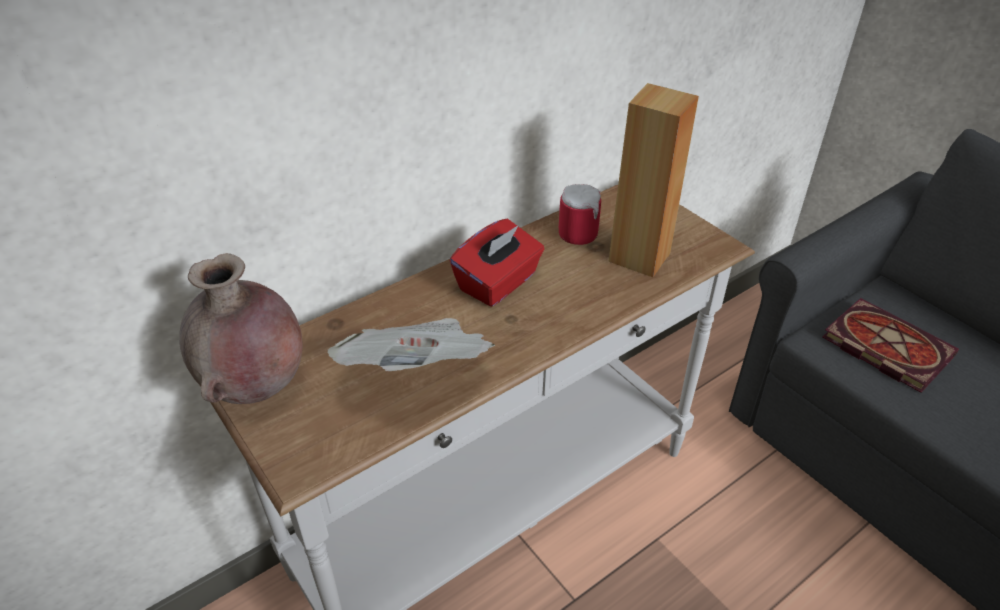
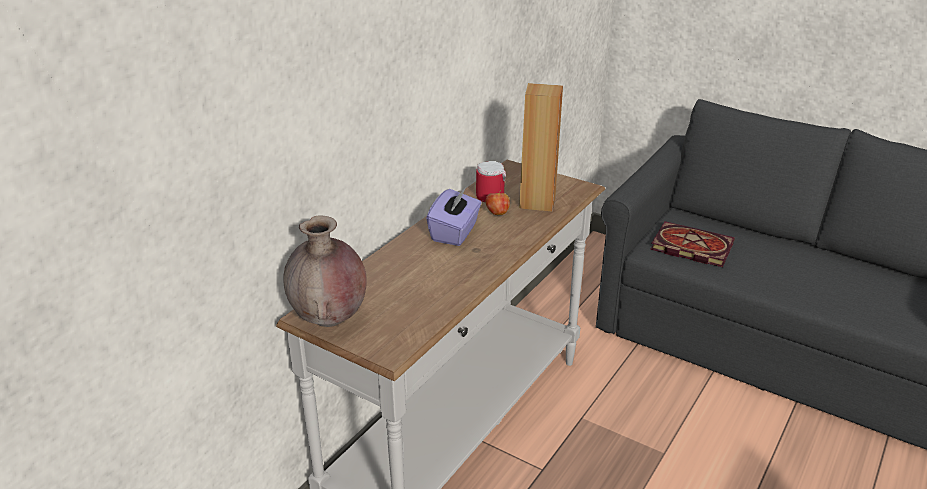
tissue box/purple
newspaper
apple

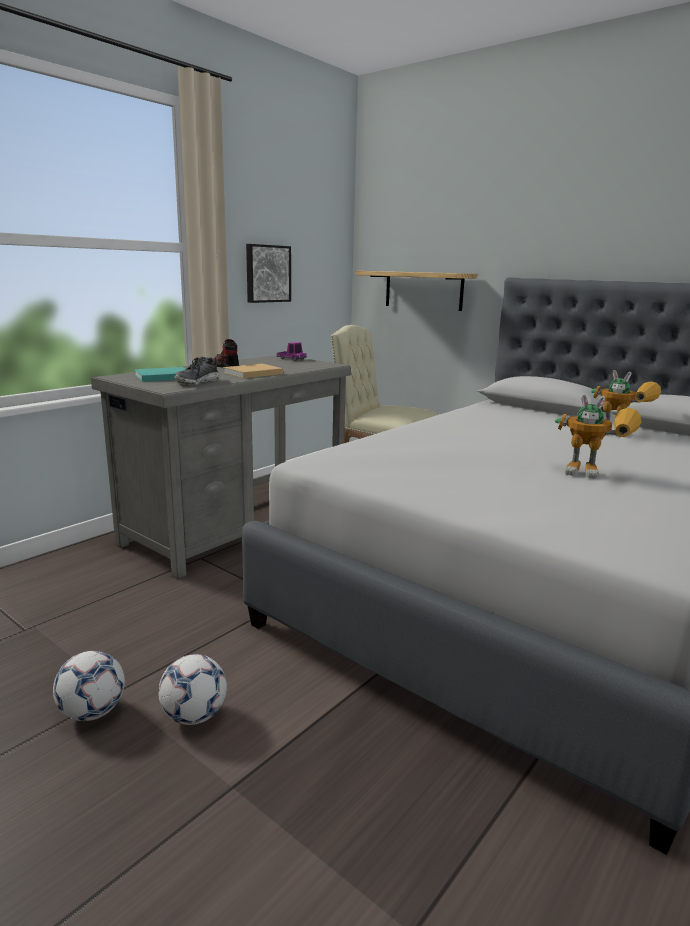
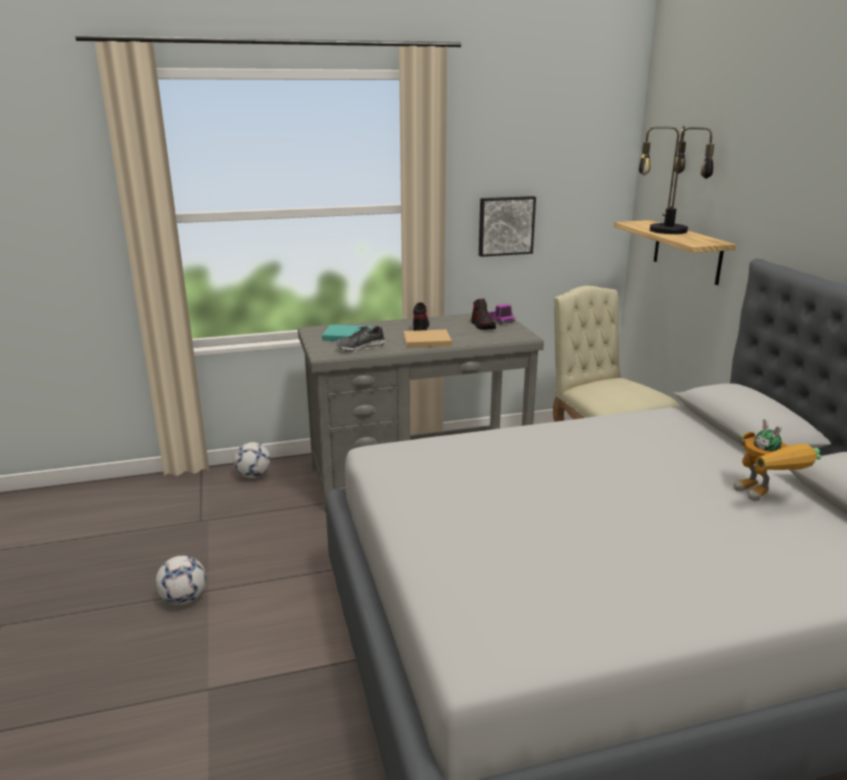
toy robot (1st from left in the first image)
football (2nd from left)
table lamp
shoe (3rd from left)

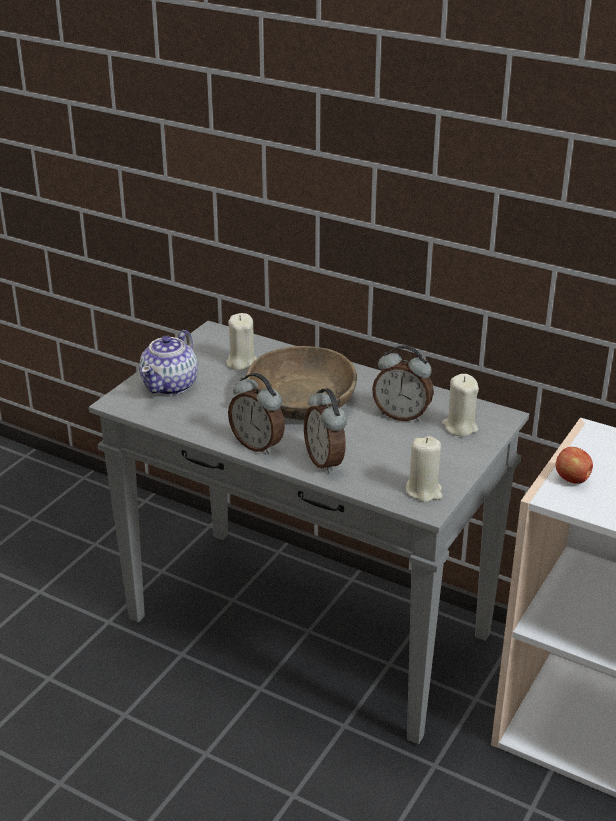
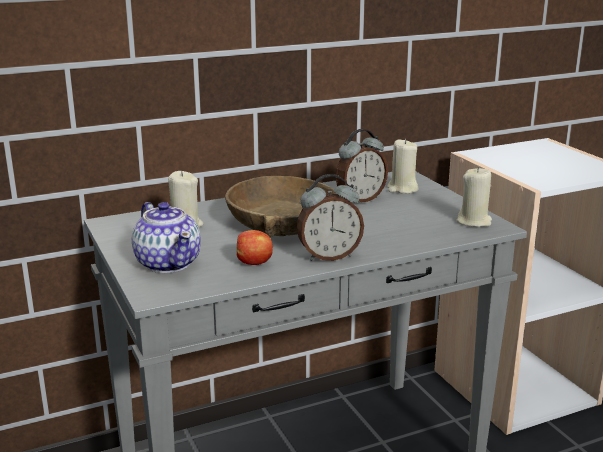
alarm clock (2nd from left in the first image)
apple

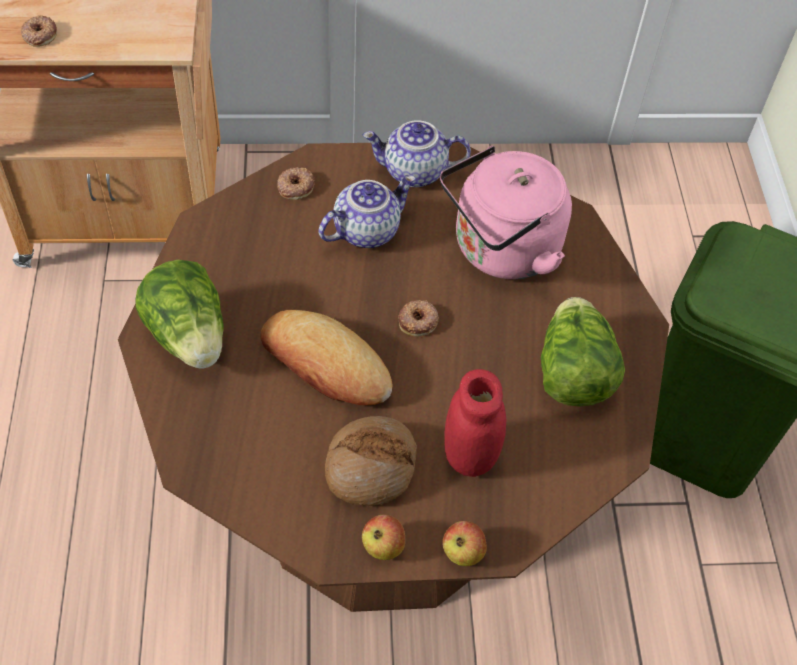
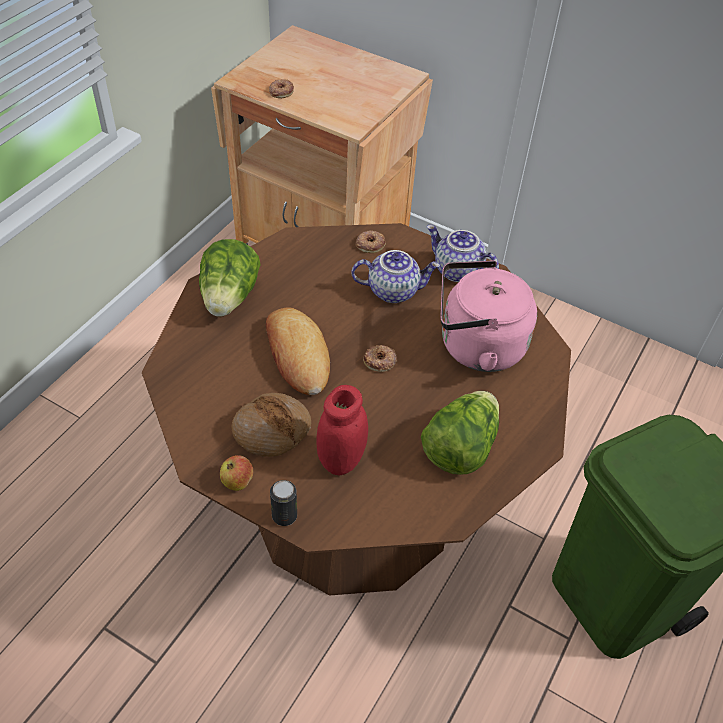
can

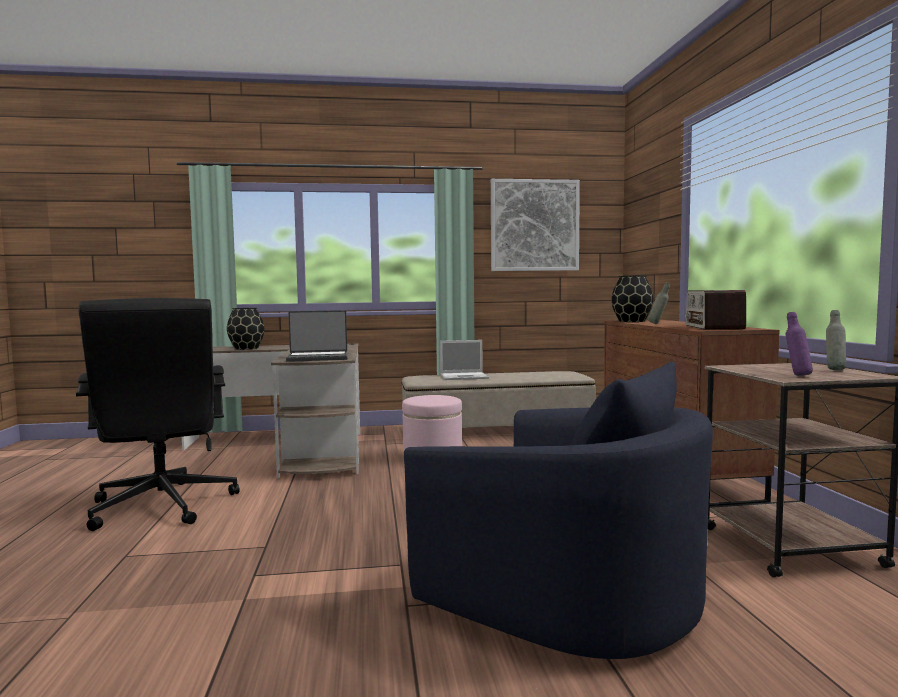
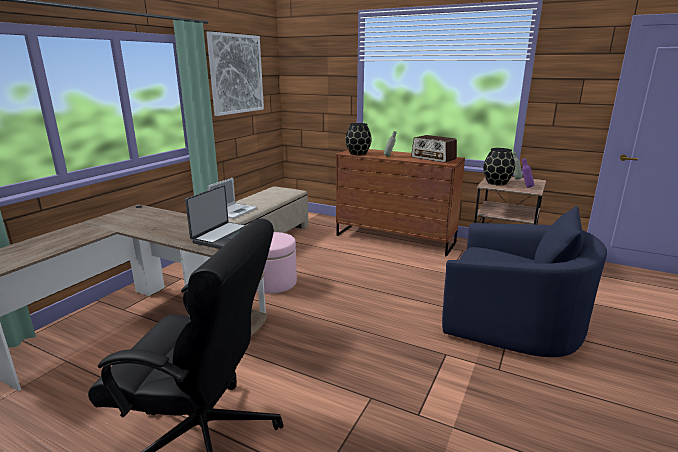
vase/black (2nd from left)
armchair/blue

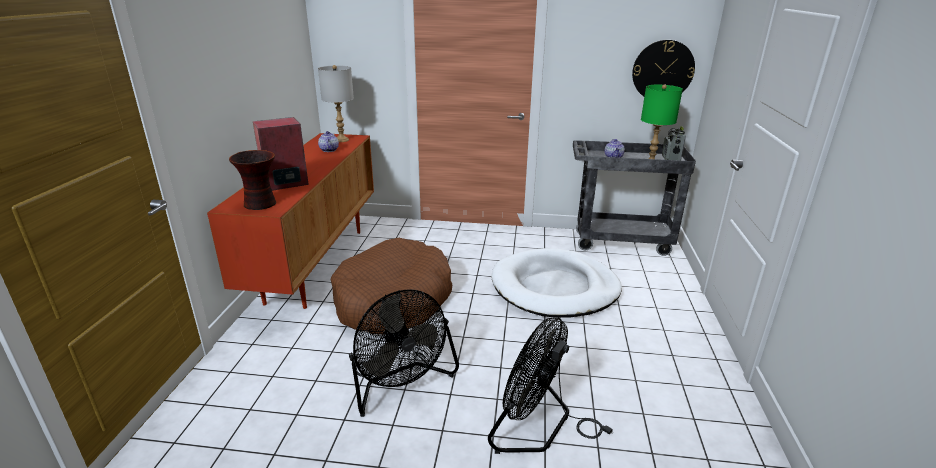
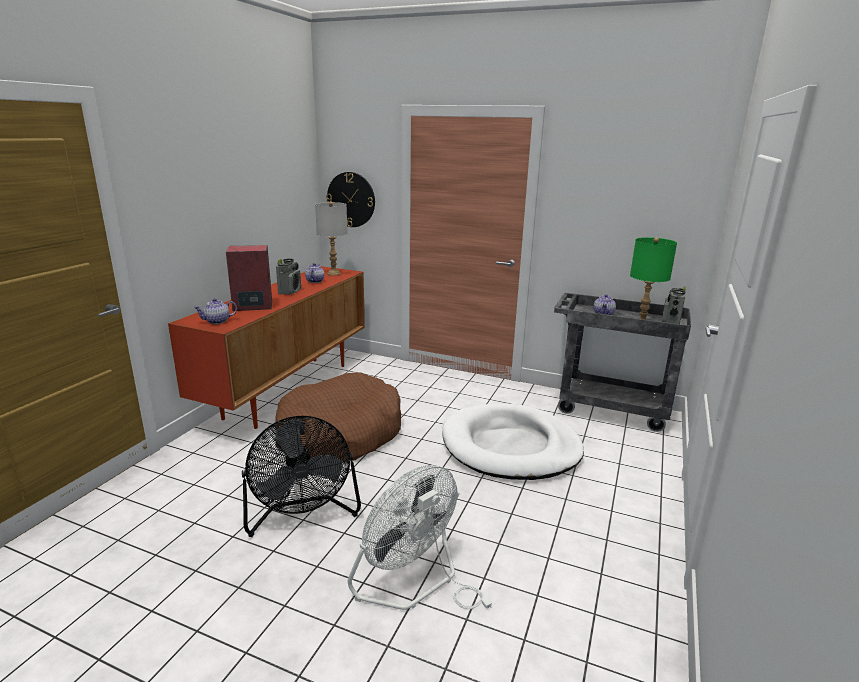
wall clock
teapot (1st from left)
fan/white
radio (1st from left)

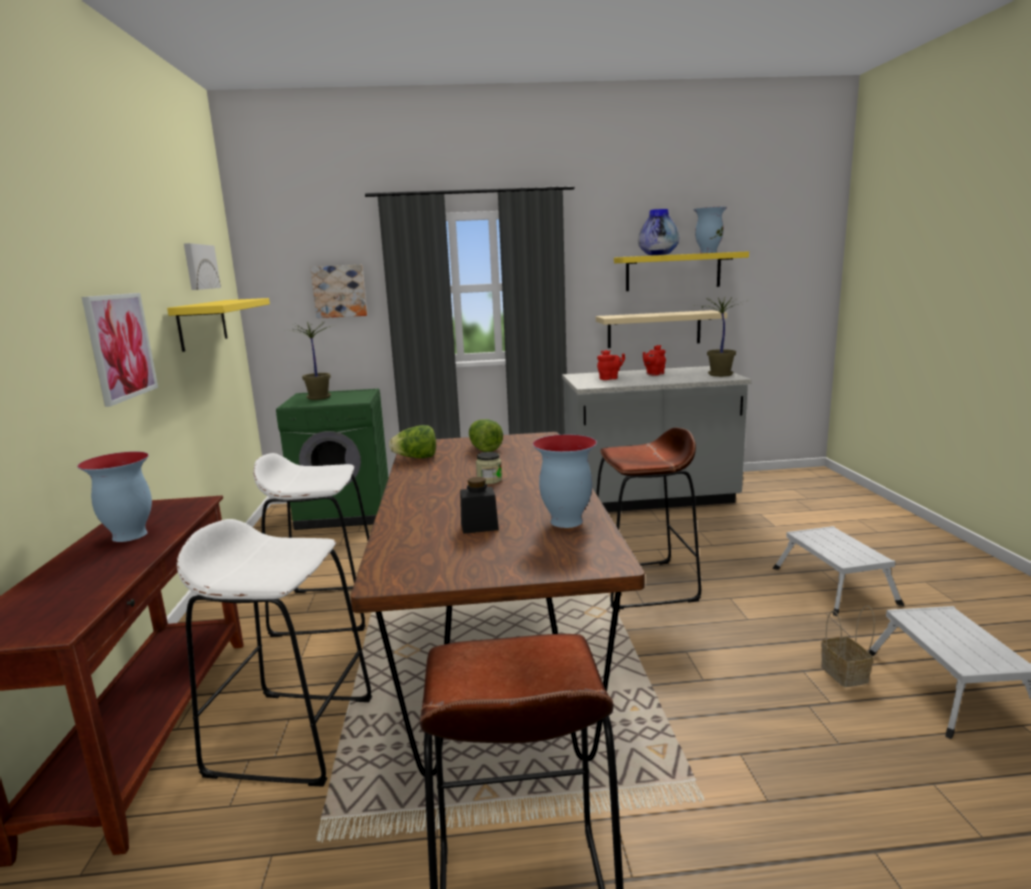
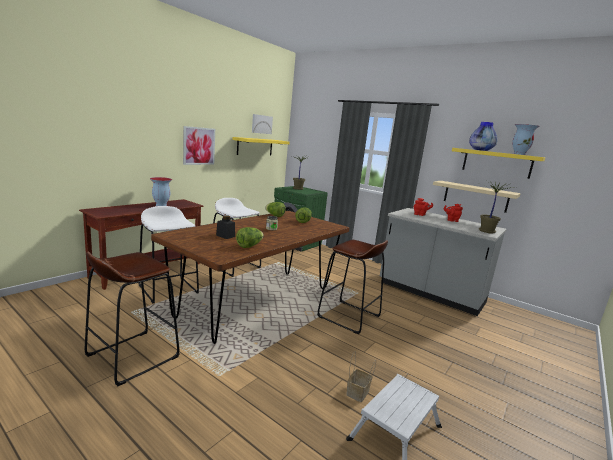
picture (3rd from left in the first image)
lettuce (1st from left)
step ladder/white (1st from left in the first image)

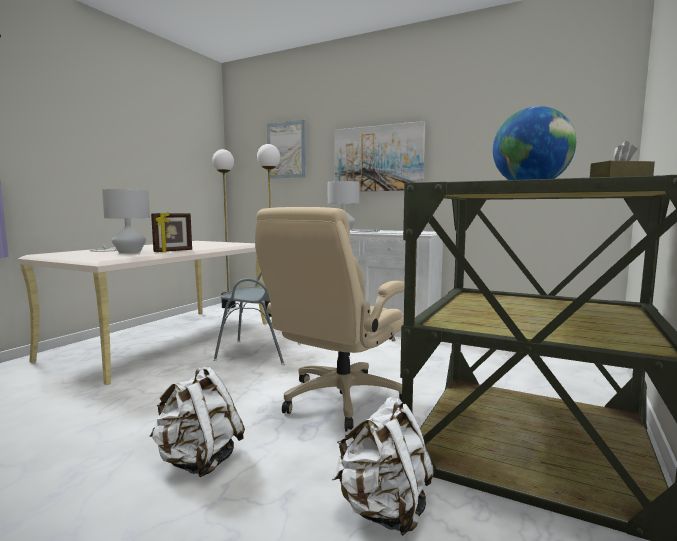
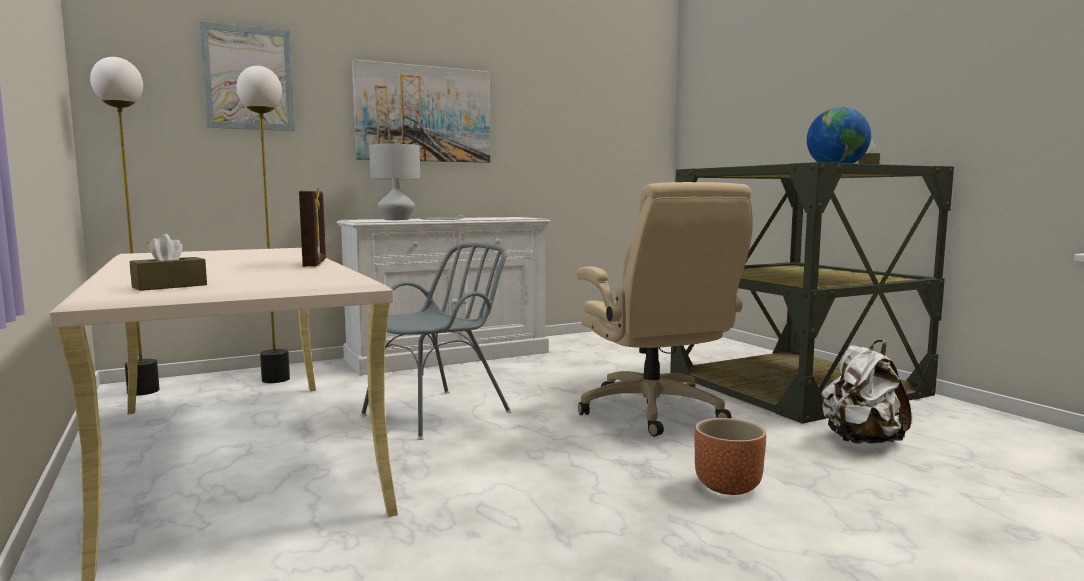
table lamp/white (1st from left in the first image)
planter/brown
tissue box/brown (1st from left)

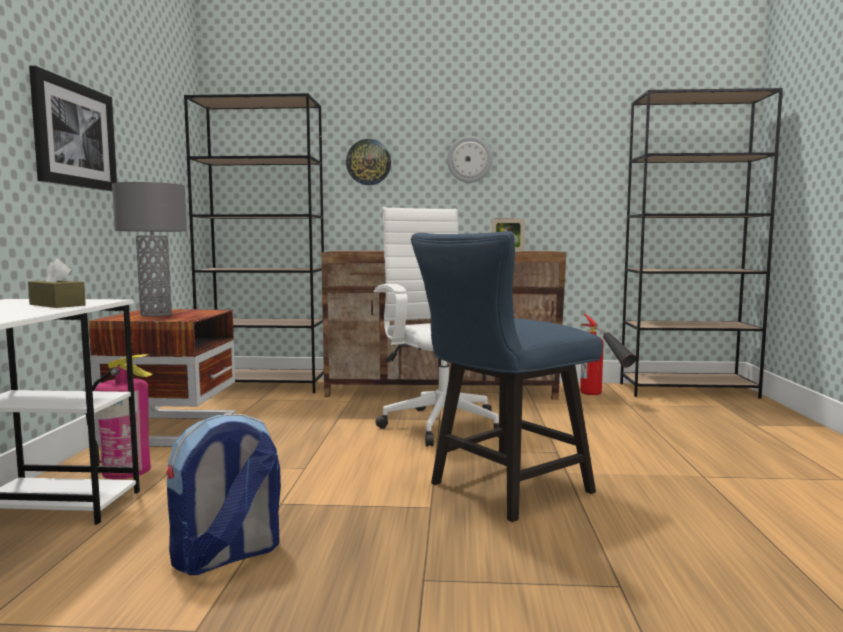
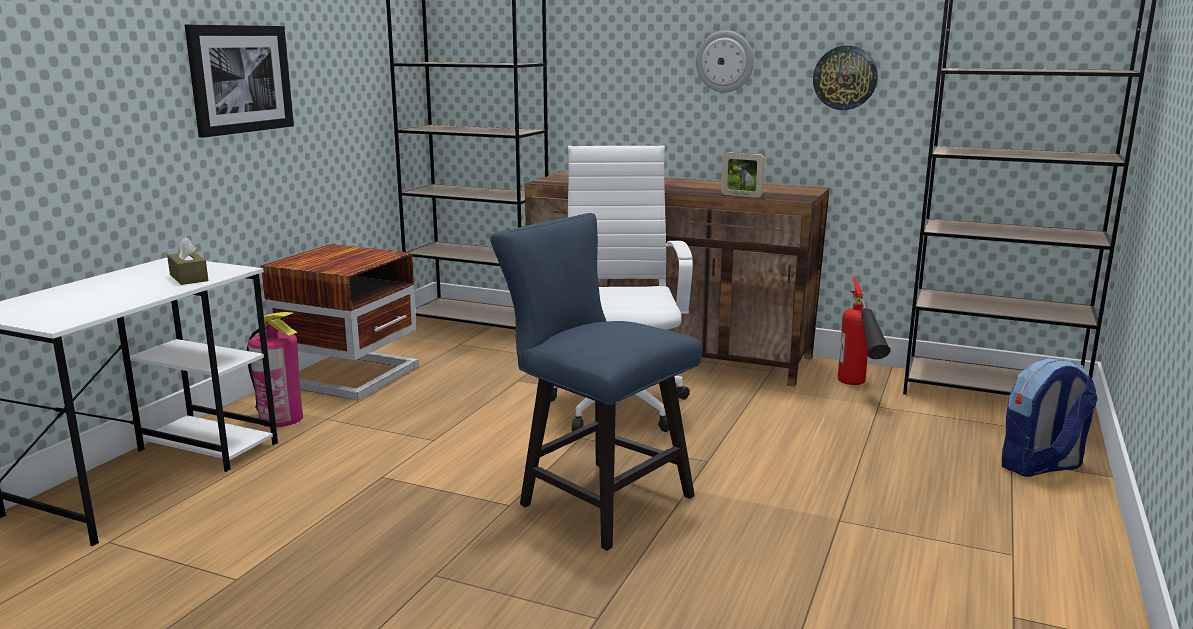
wall clock (2nd from left)
table lamp/grey
chair/blue
backpack

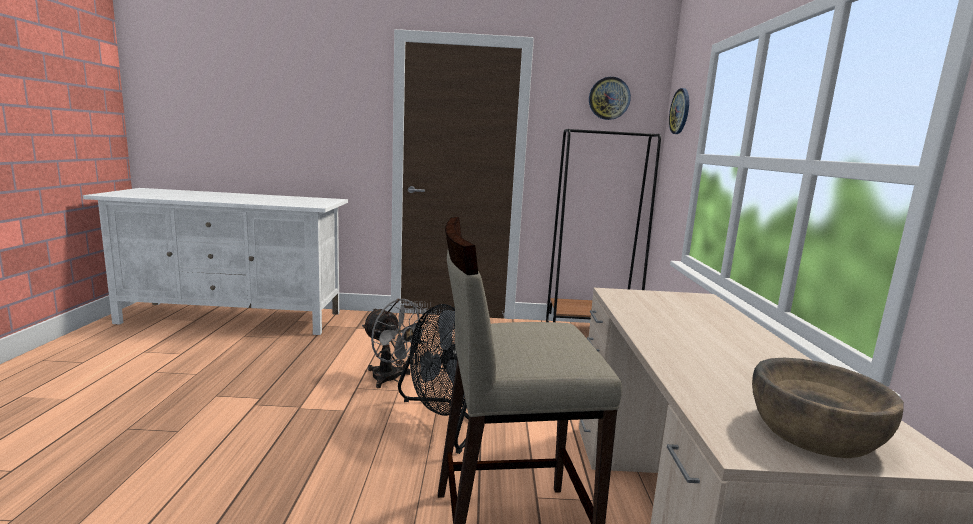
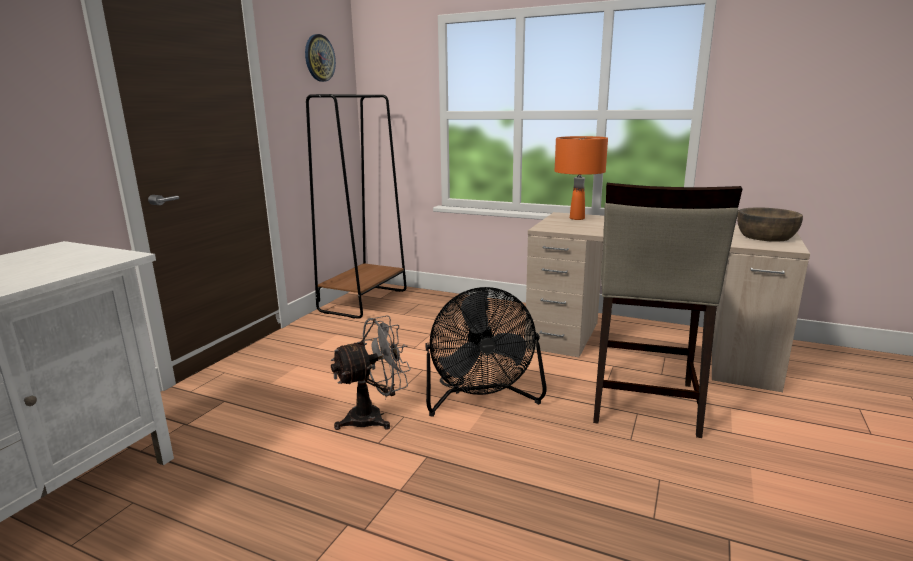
wall clock (2nd from left in the first image)
table lamp/orange

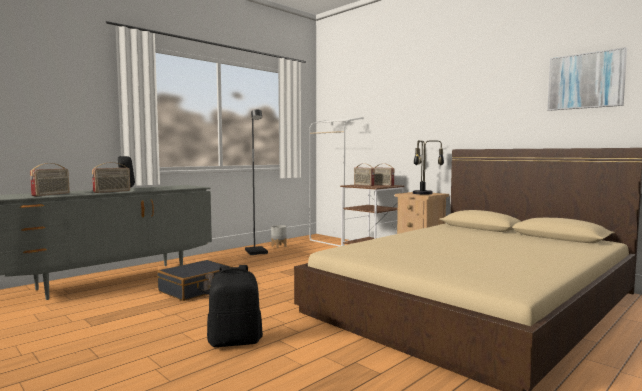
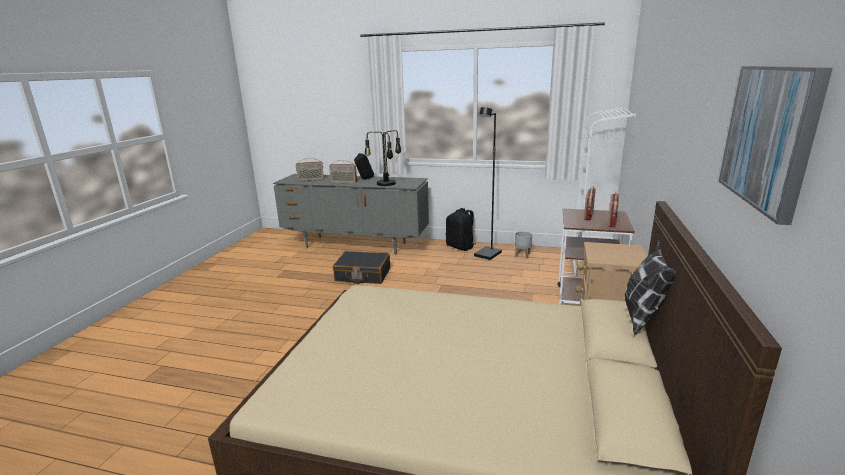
table lamp
backpack/black
pillow

